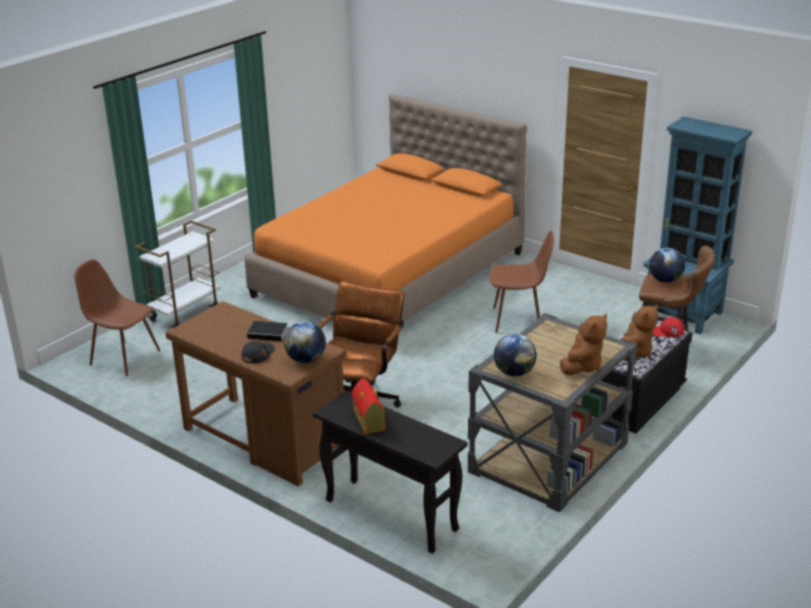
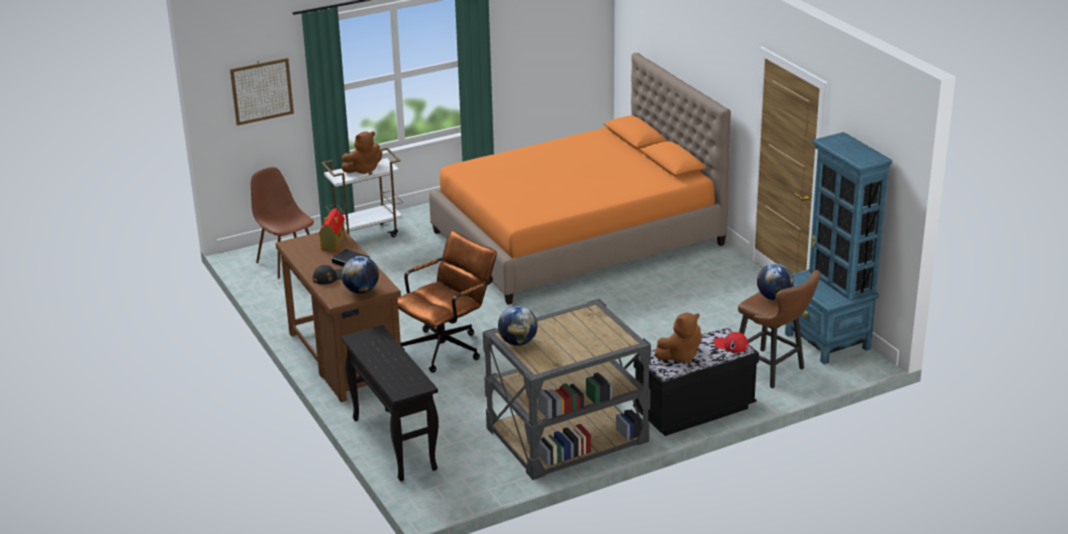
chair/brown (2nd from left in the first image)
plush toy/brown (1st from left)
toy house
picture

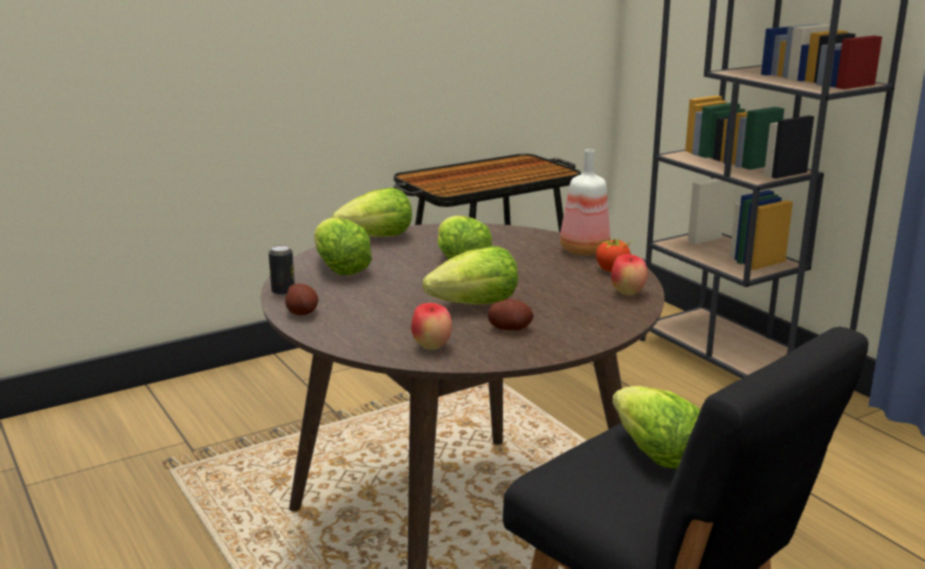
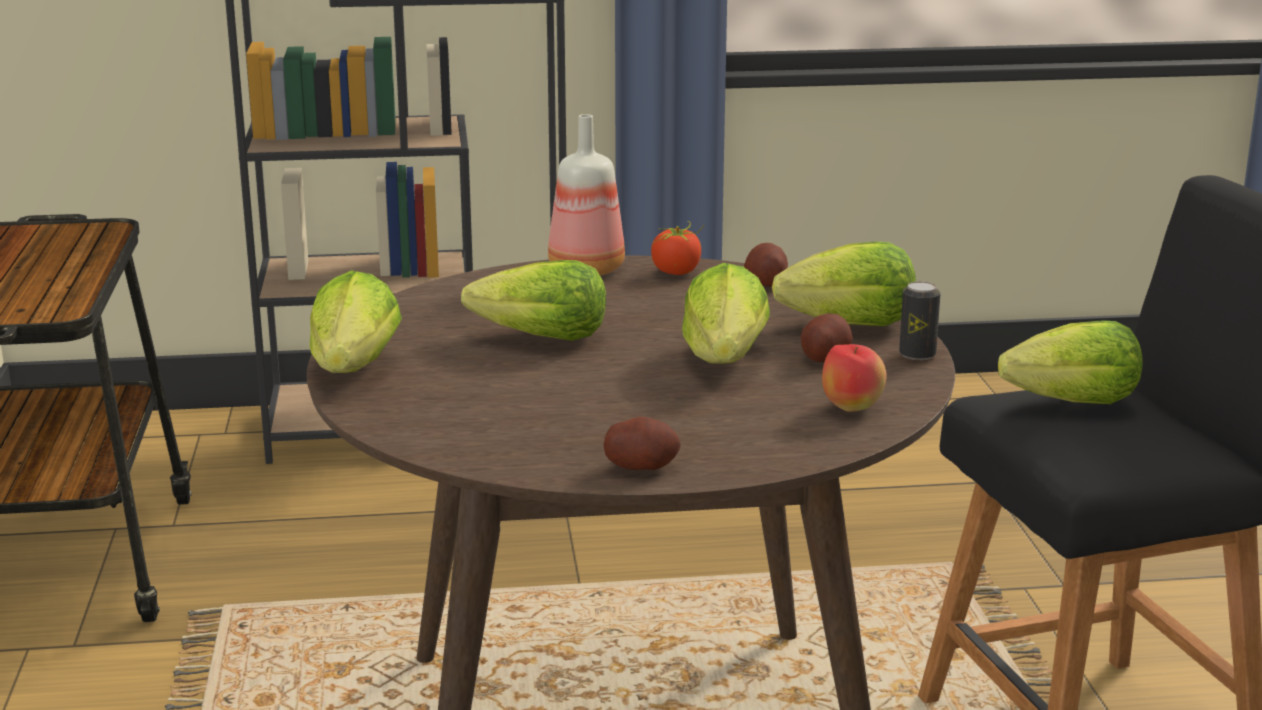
lettuce (4th from left)
can
potato (2nd from left)

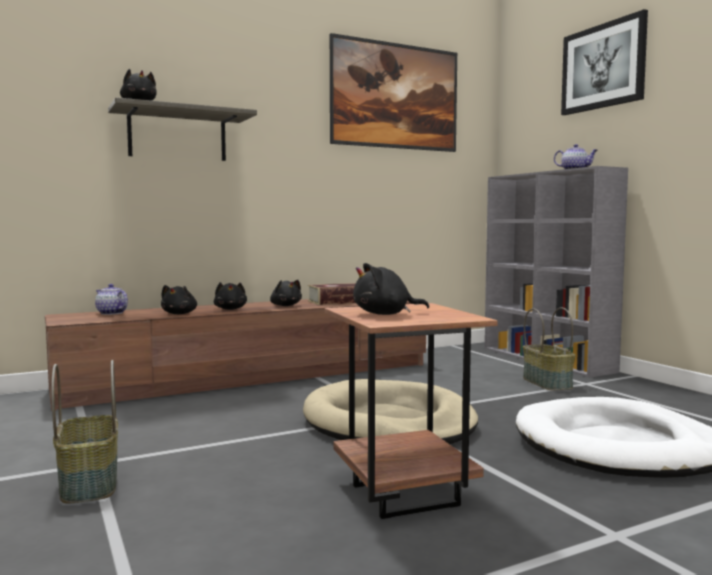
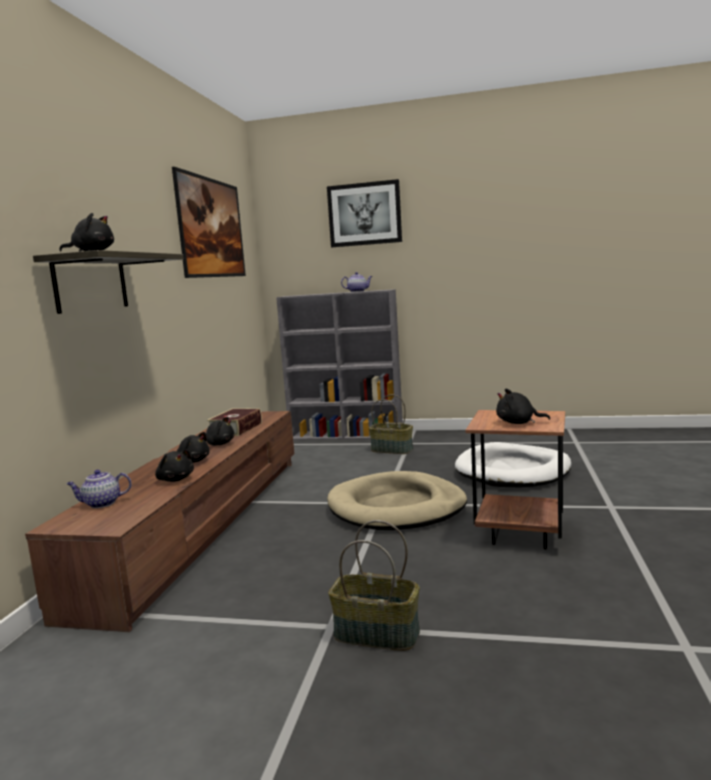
plush toy/black (5th from left)

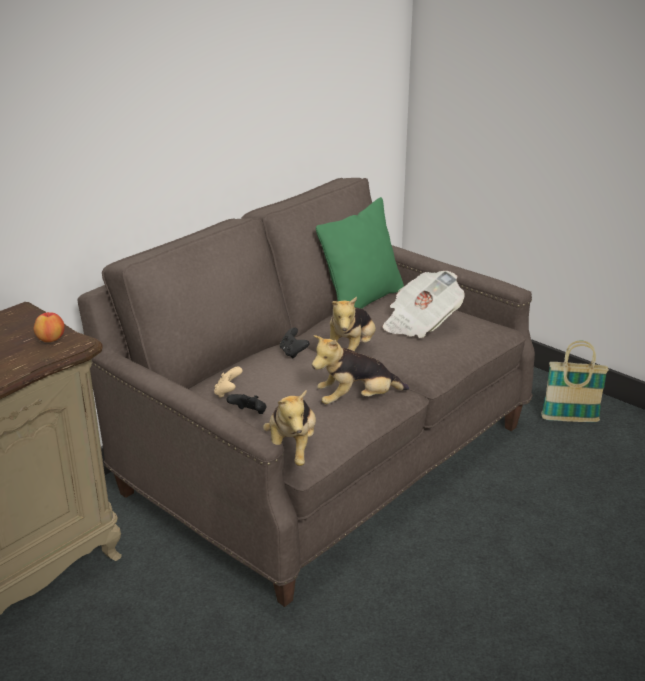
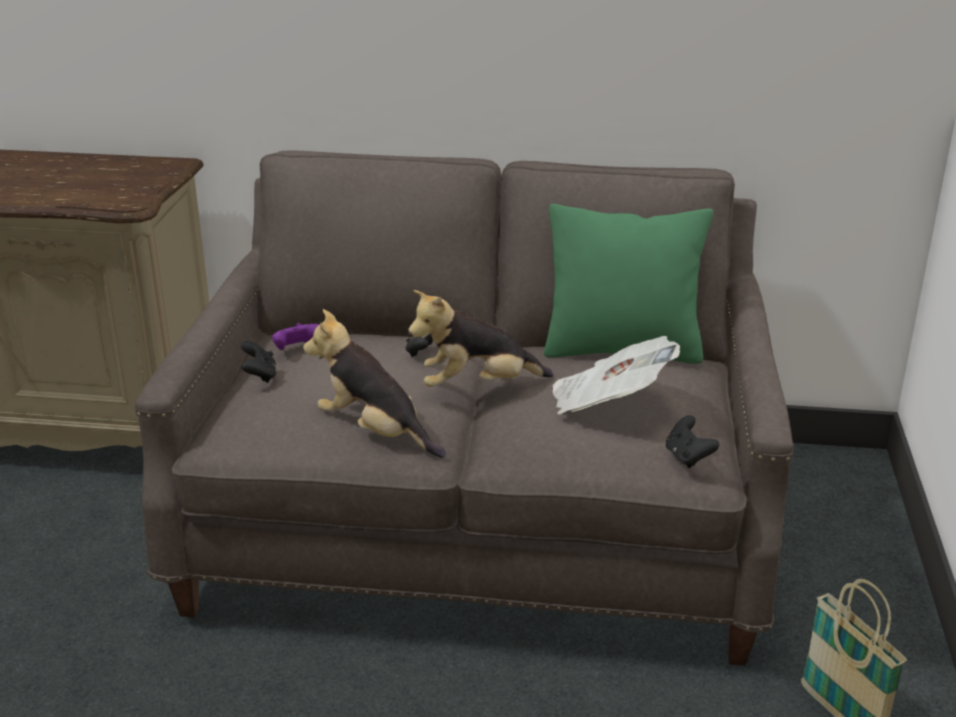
apple
game controller/purple
plush toy (1st from left in the first image)
game controller/black (3rd from left)

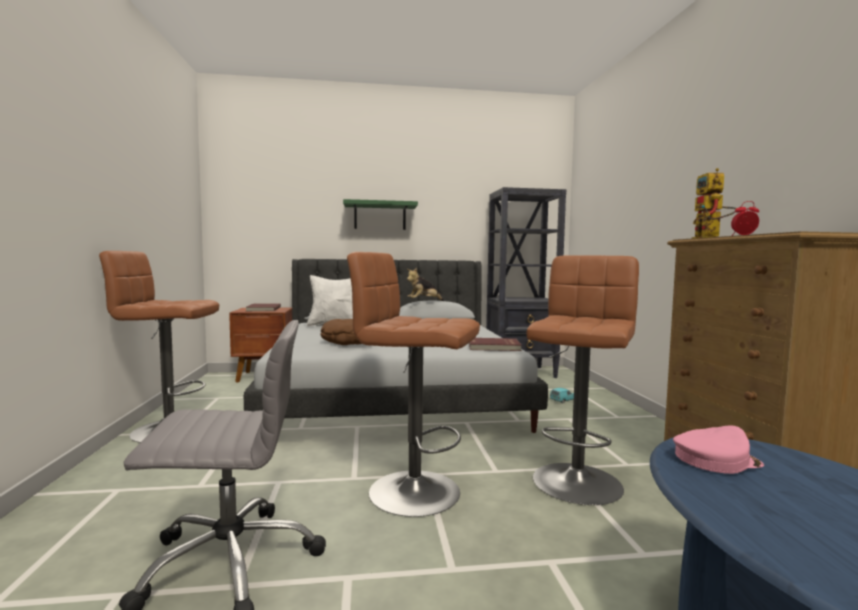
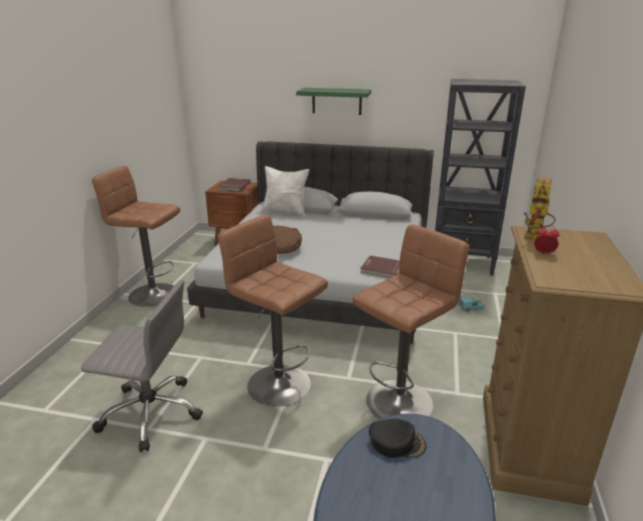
plush toy
cap/black

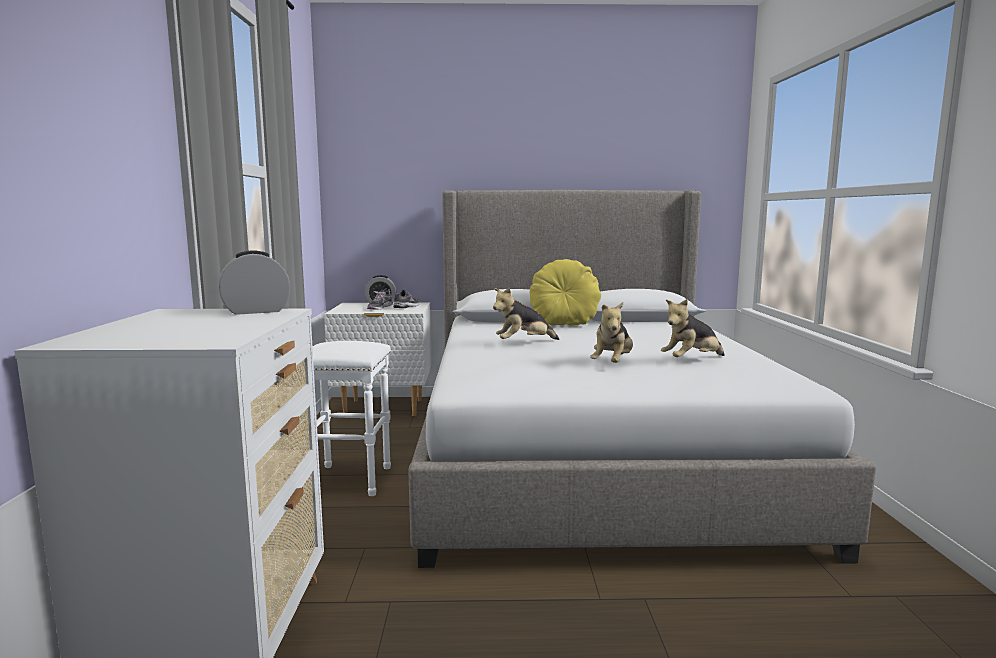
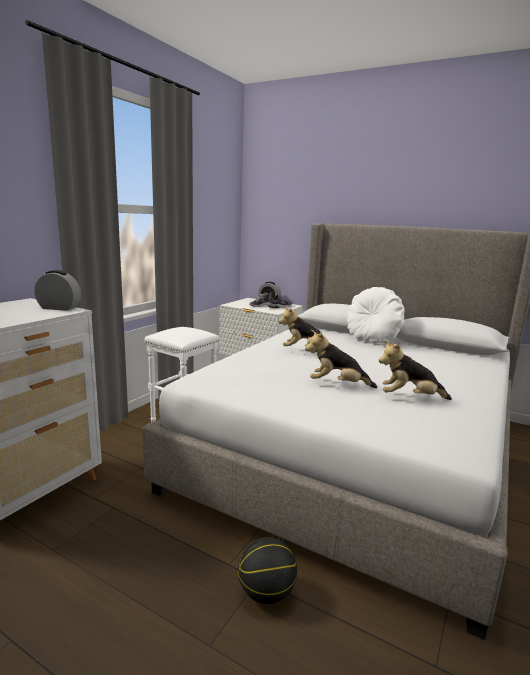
pillow/white
plush toy (2nd from left)
basketball

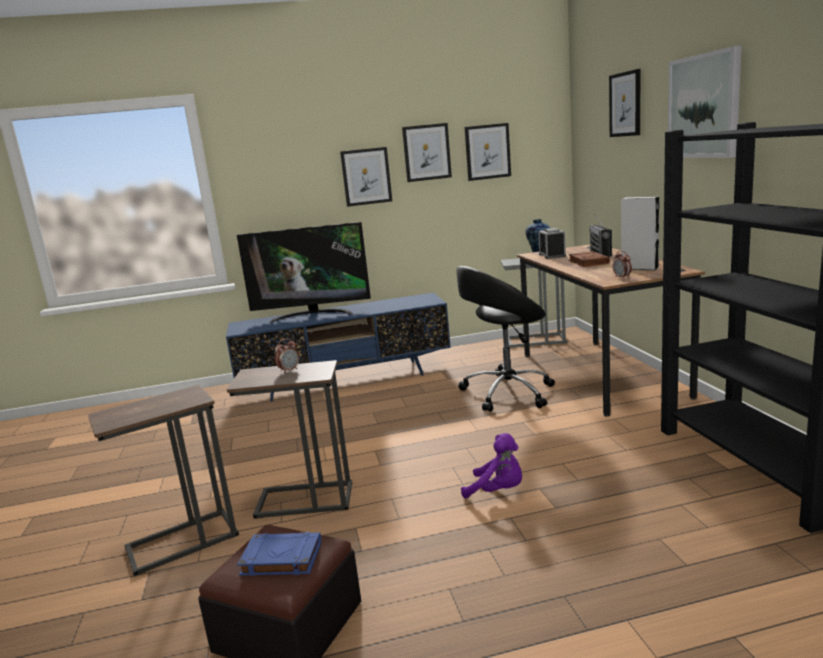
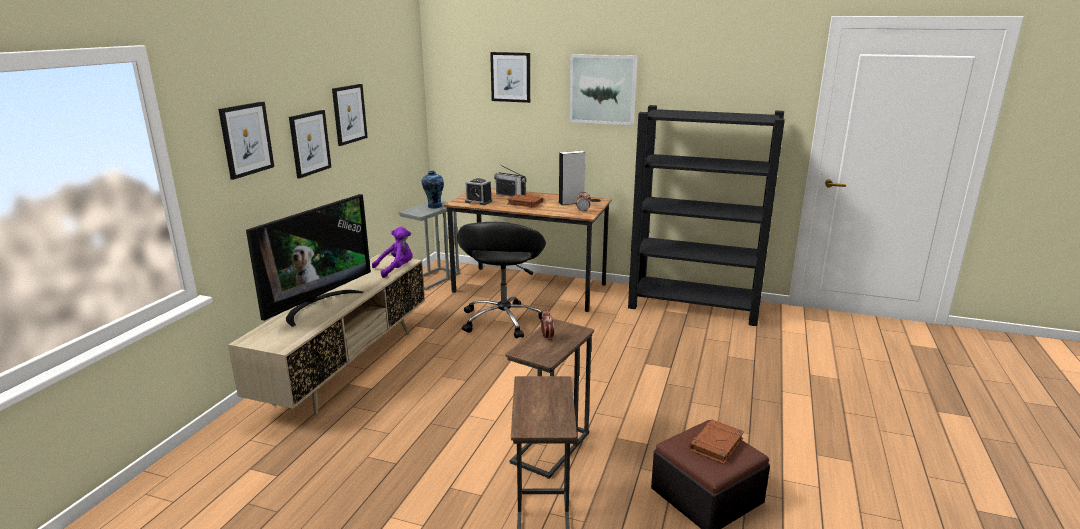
picture (1st from left)
tv stand/beige
plush toy/purple
book/brown (2nd from left)

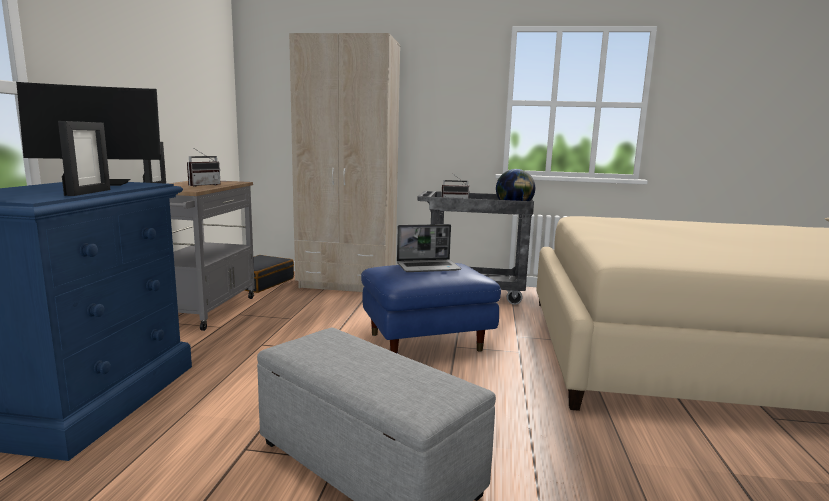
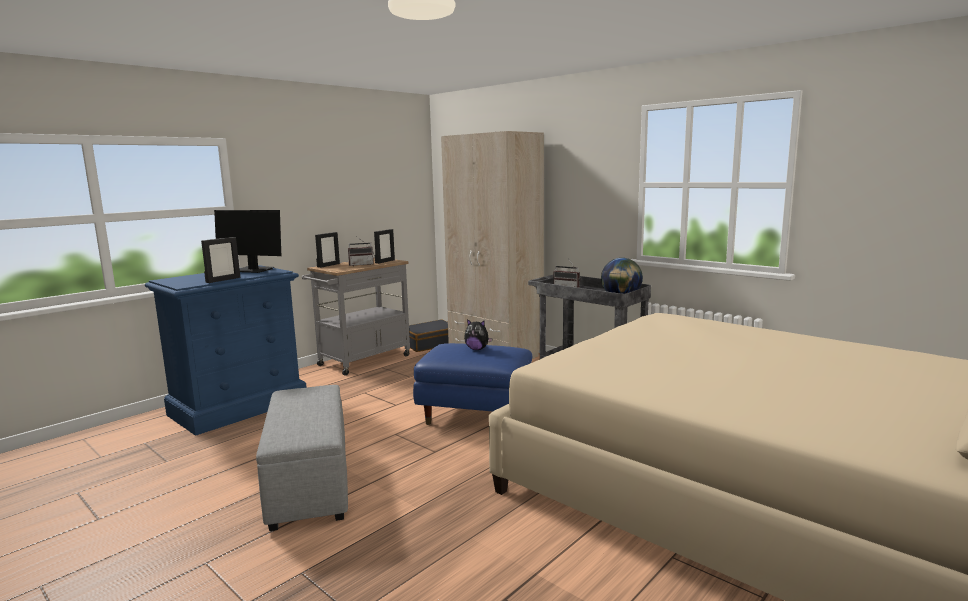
plush toy
picture frame (3rd from left)

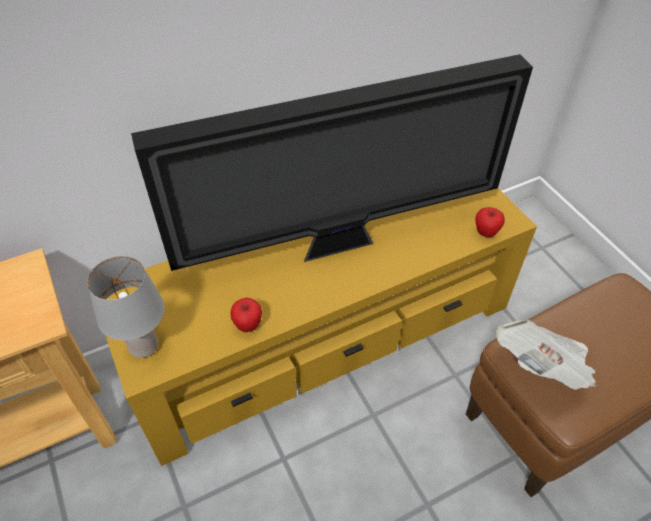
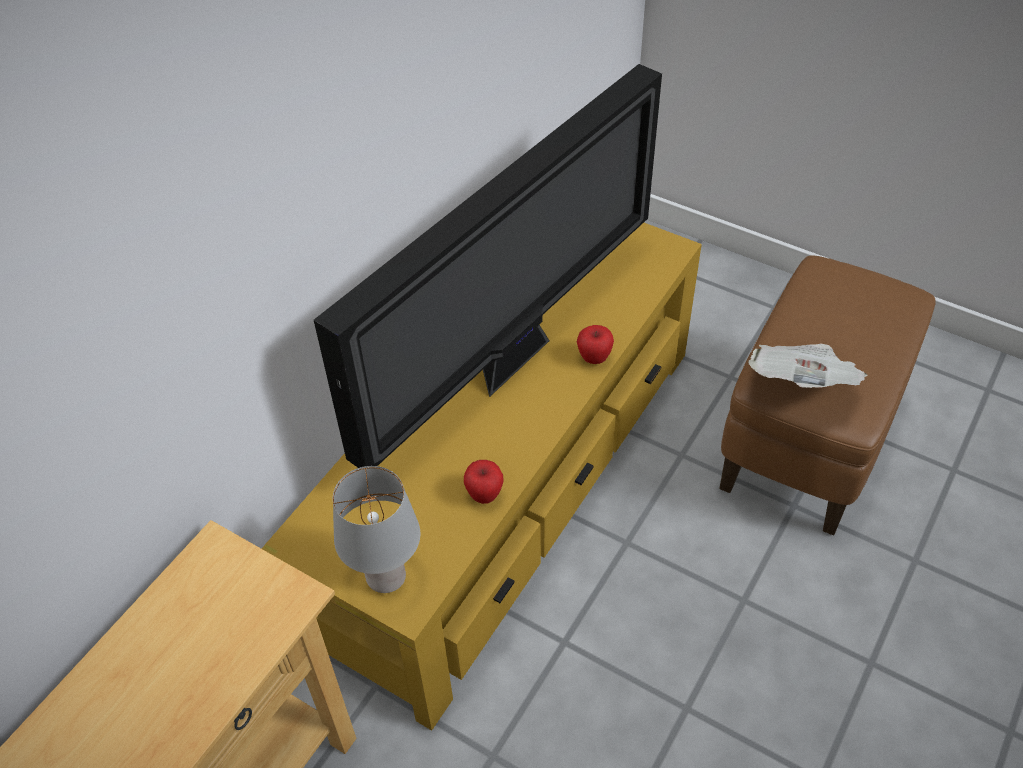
apple (2nd from left)

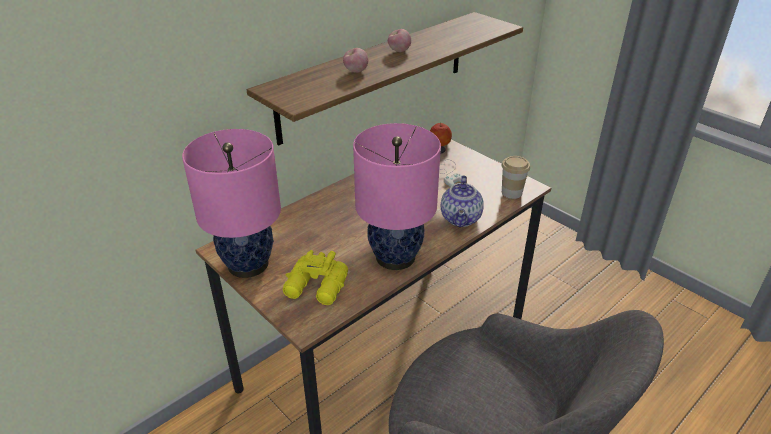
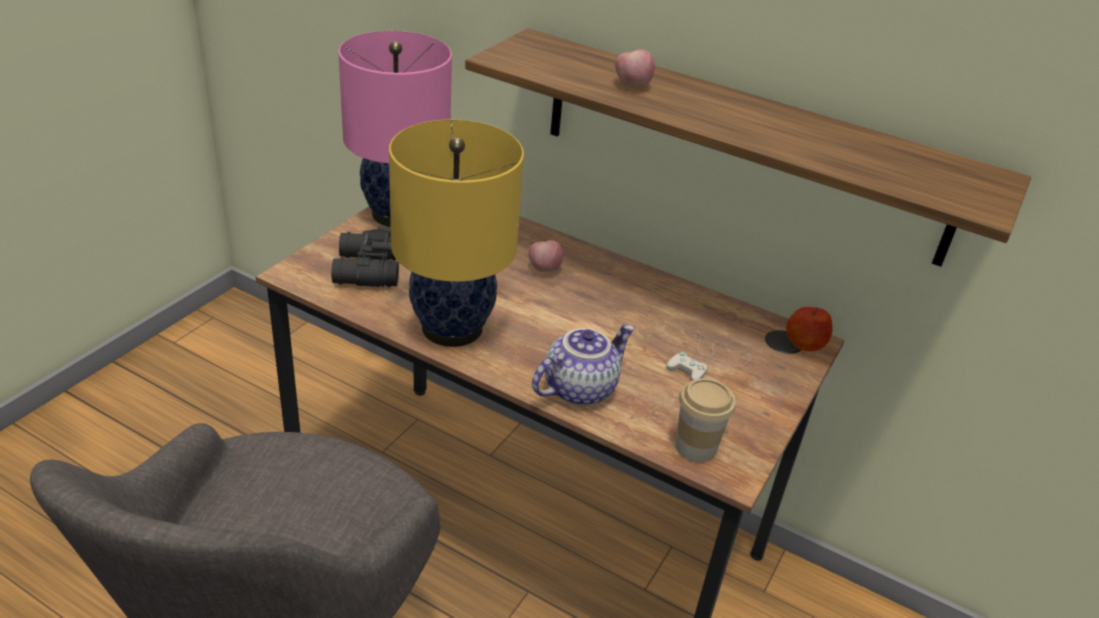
apple (1st from left)
table lamp/yellow
teapot
binoculars/black

